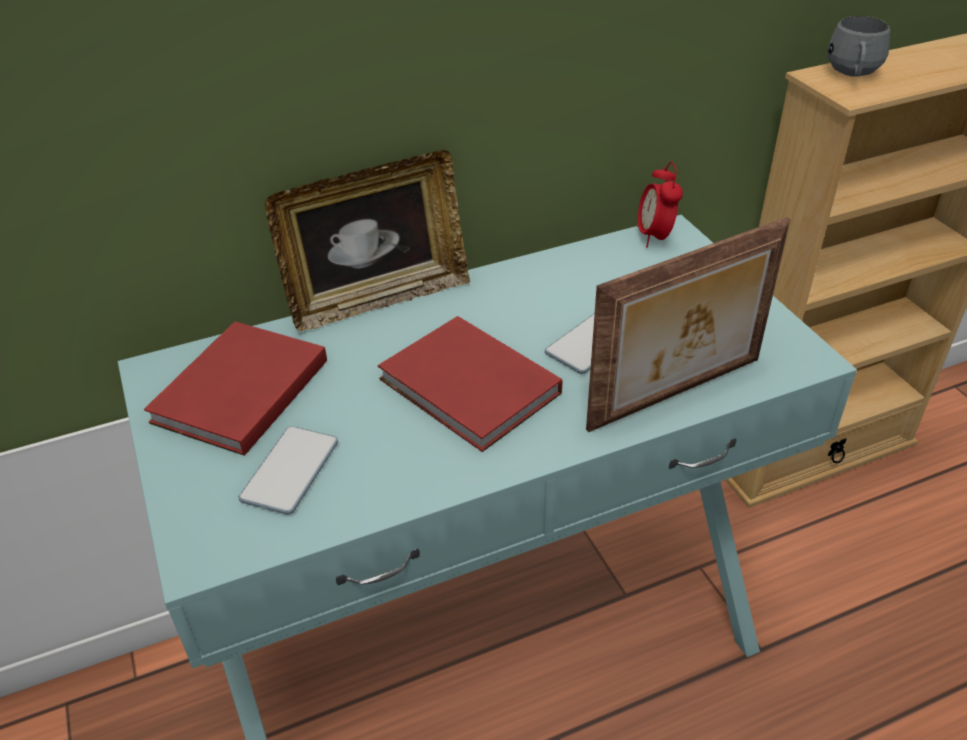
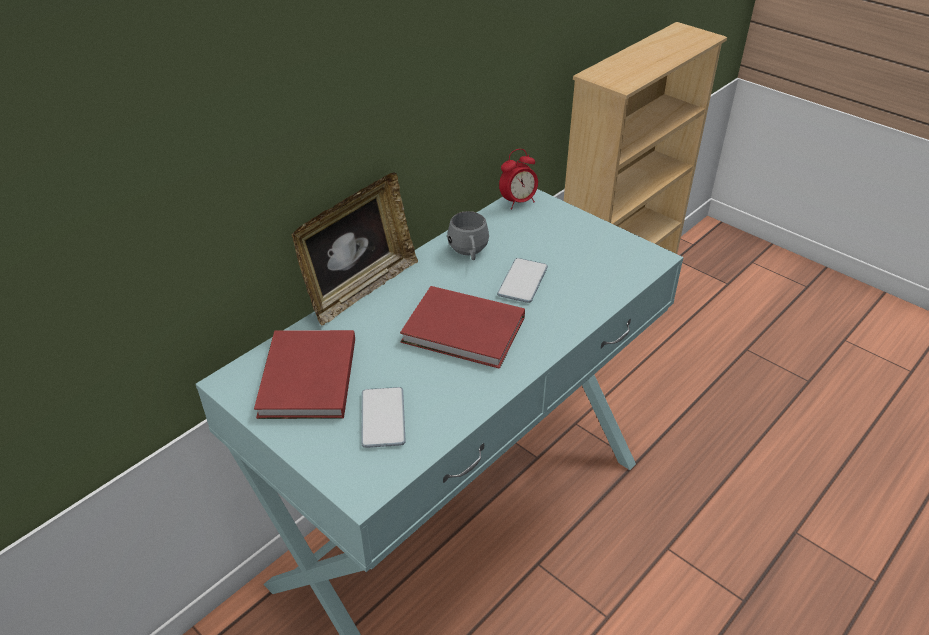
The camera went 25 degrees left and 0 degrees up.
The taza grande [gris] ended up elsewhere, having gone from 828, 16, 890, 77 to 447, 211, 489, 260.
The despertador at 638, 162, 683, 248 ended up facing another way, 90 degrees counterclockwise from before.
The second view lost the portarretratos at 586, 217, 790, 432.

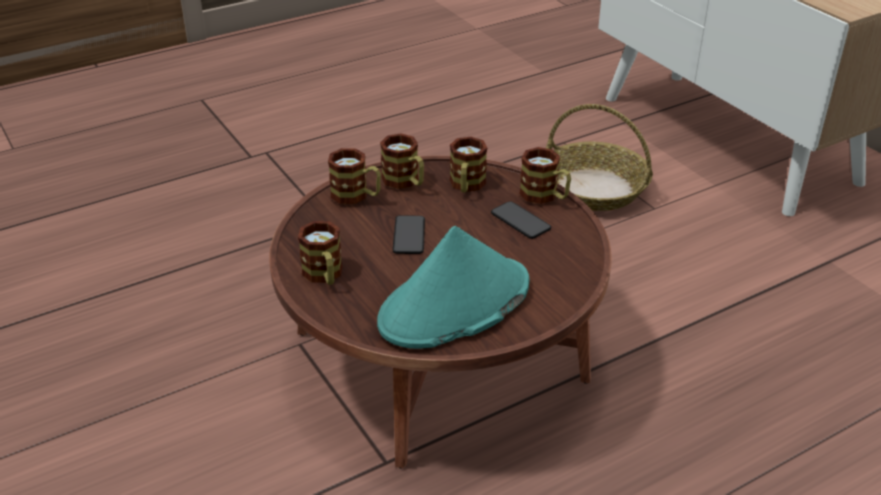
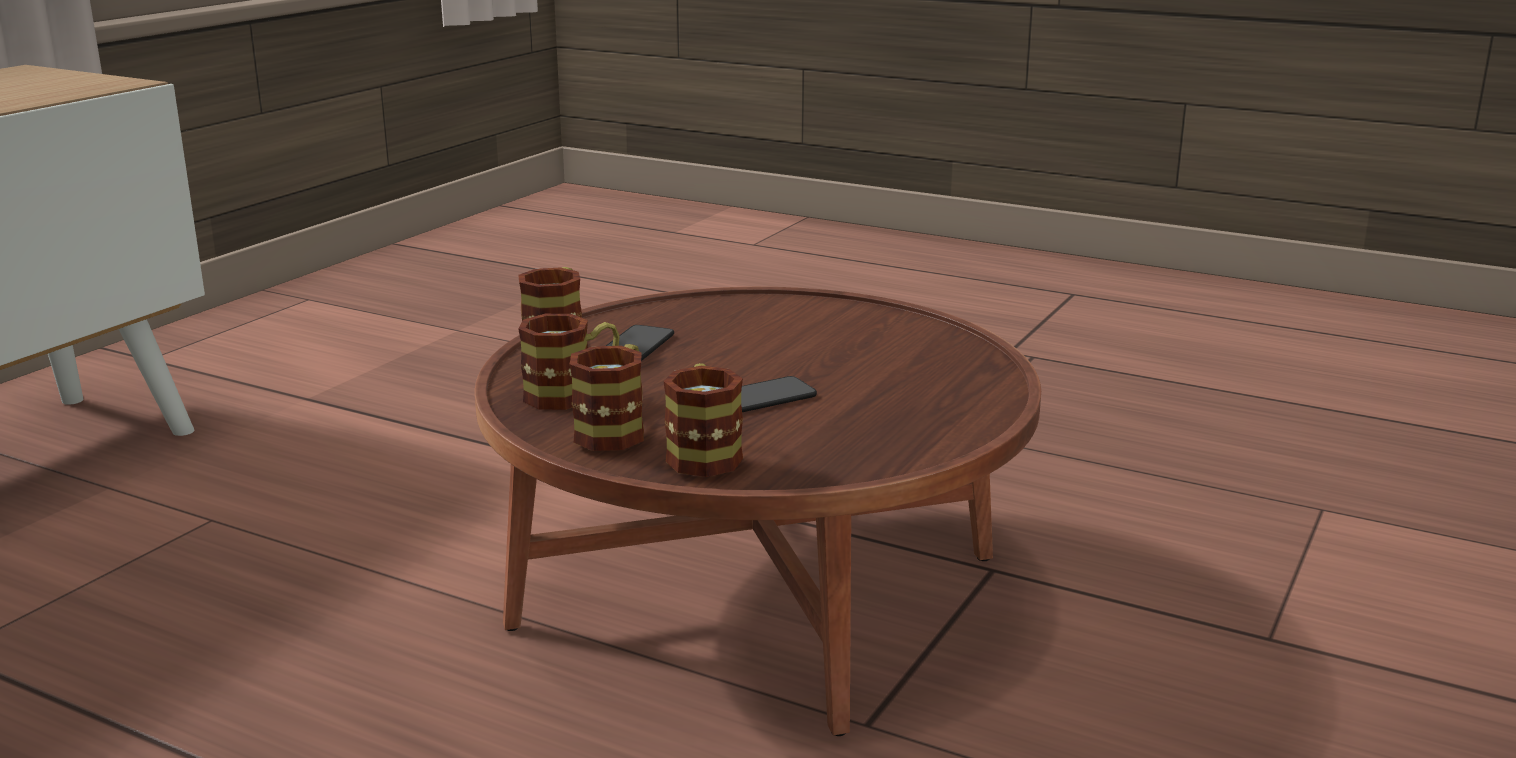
The camera went 120 degrees left and 15 degrees down.
The second view lost the taza grande at 298, 221, 343, 285.
The second view lost the sombrero [turquesa] at 377, 226, 529, 349.
The second view lost the cesta at 546, 104, 653, 211.

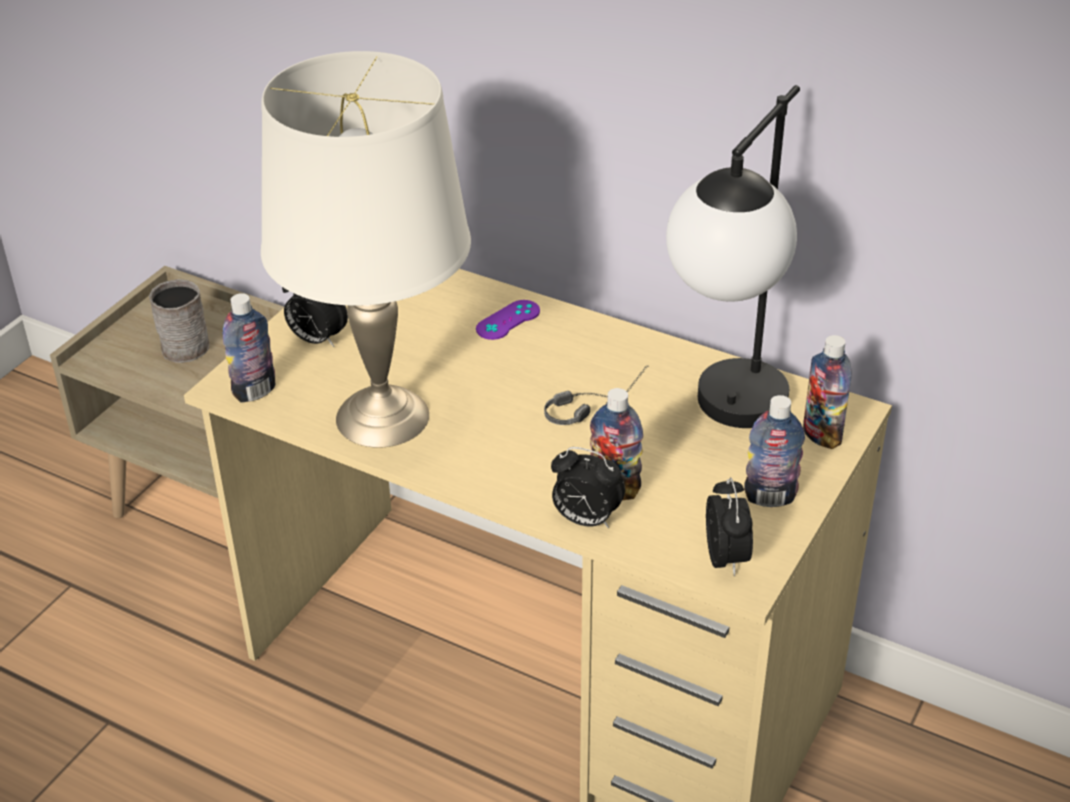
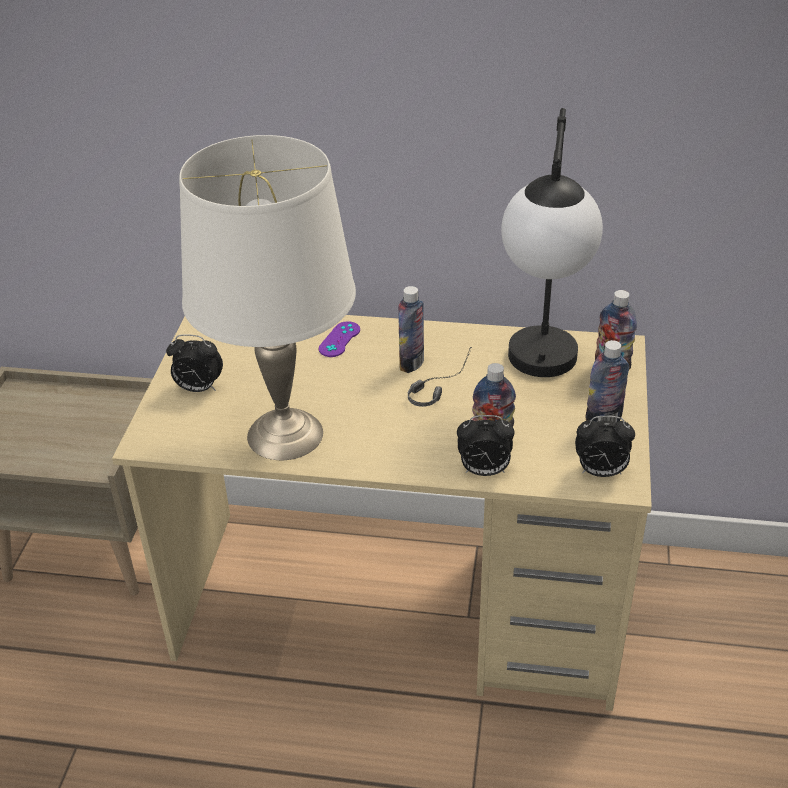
The camera went 20 degrees left and 0 degrees up.
The botella ended up elsewhere, having gone from 223, 293, 275, 403 to 398, 286, 424, 373.
The despertador at 706, 477, 753, 576 ended up facing another way, 120 degrees clockwise from before.
The second view lost the taza grande [gris] at 149, 279, 209, 363.

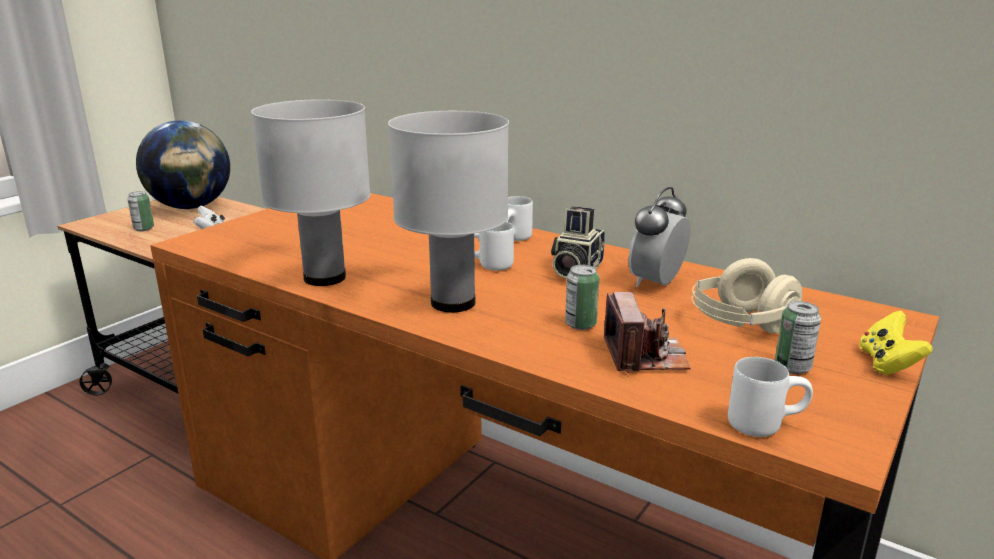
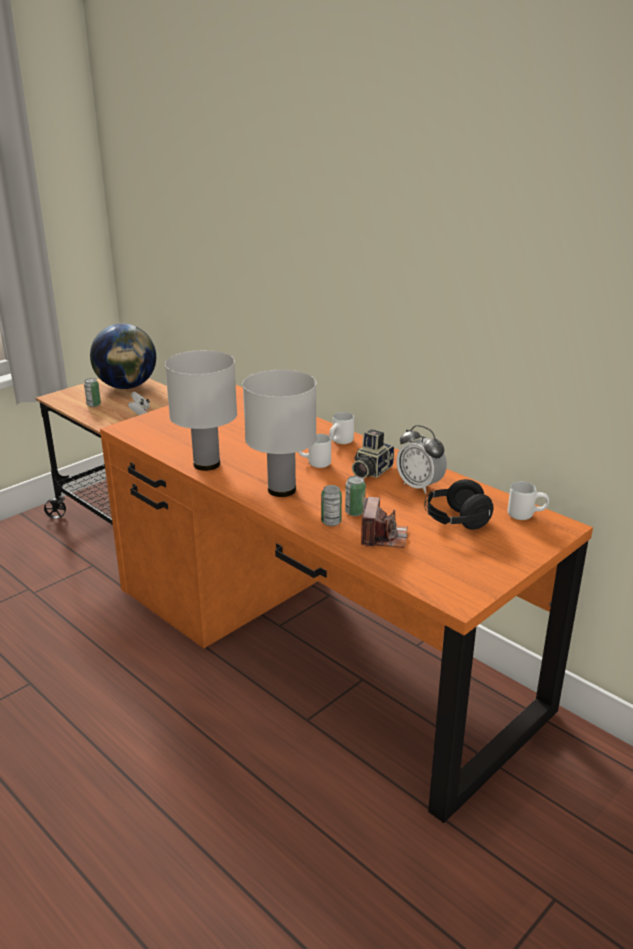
The camera went 10 degrees right and 5 degrees up.
The lata ended up elsewhere, having gone from 775, 301, 821, 374 to 321, 485, 342, 526.
The despertador at 628, 187, 690, 287 ended up facing another way, 90 degrees counterclockwise from before.
What was the auriculares [beis] at 692, 258, 802, 334 turned into the auriculares [negro] at 424, 479, 494, 530.
The taza grande [blanco] ended up elsewhere, having gone from 728, 357, 813, 437 to 508, 482, 549, 520.
The second view lost the mando de consola [amarillo] at 859, 311, 933, 375.

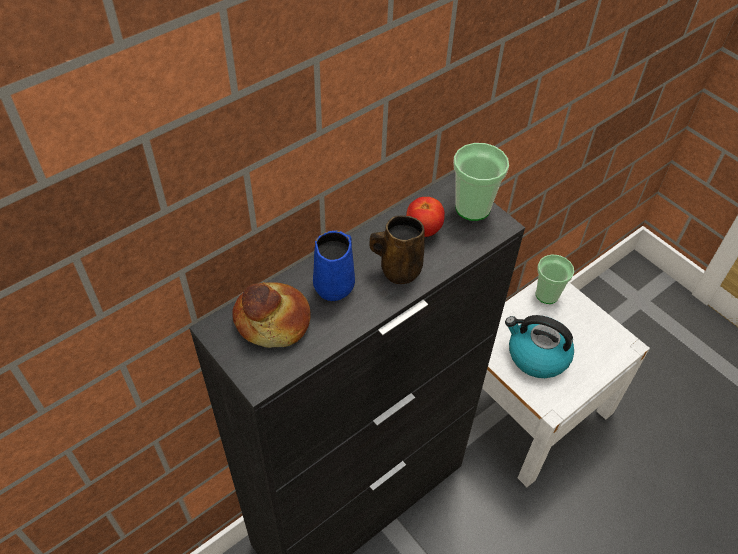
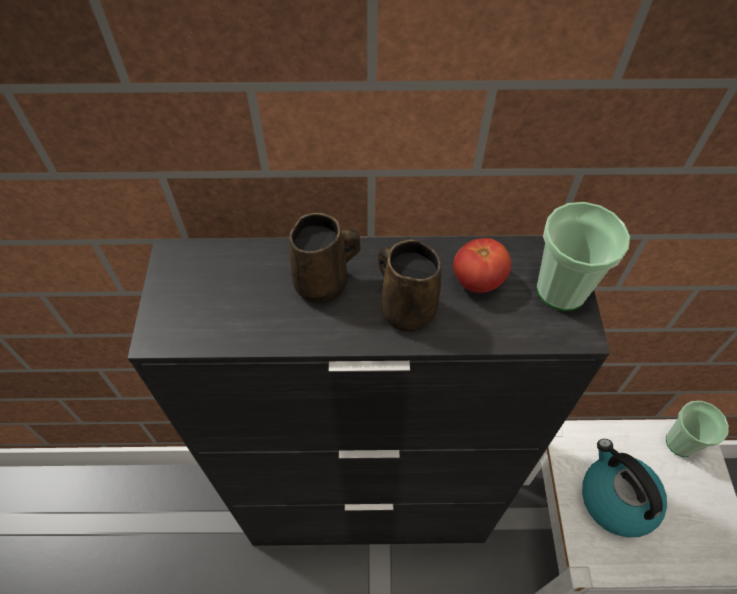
The camera went 40 degrees right and 5 degrees up.
What was the taza grande [azul] at 313, 231, 355, 301 turned into the taza grande [marrón] at 289, 213, 360, 303.
The second view lost the pan at 232, 282, 311, 348.

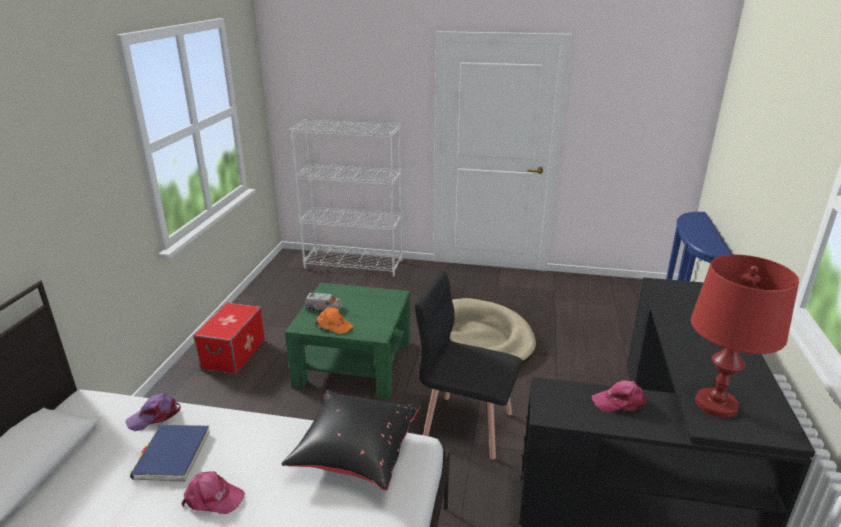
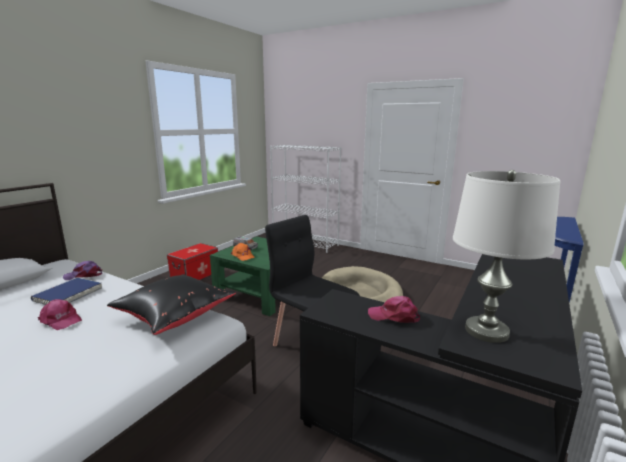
The camera went 20 degrees right and 10 degrees down.
What was the lámpara de mesa [rojo] at 691, 255, 799, 418 turned into the lámpara de mesa [blanco] at 453, 170, 560, 343.

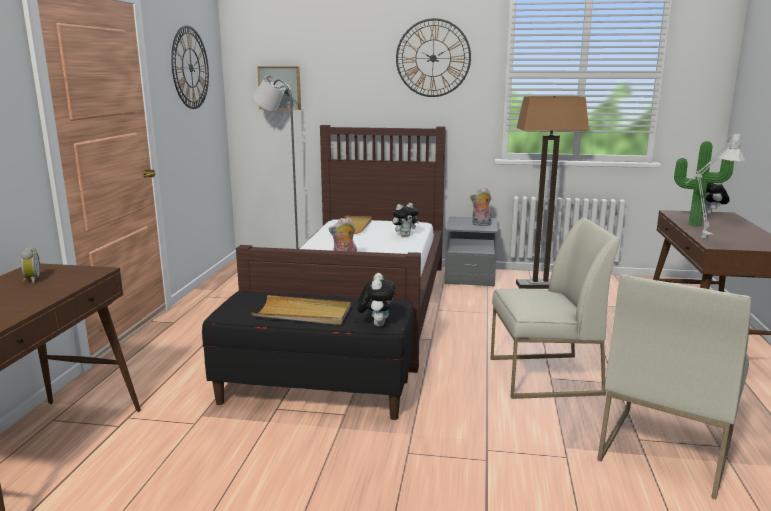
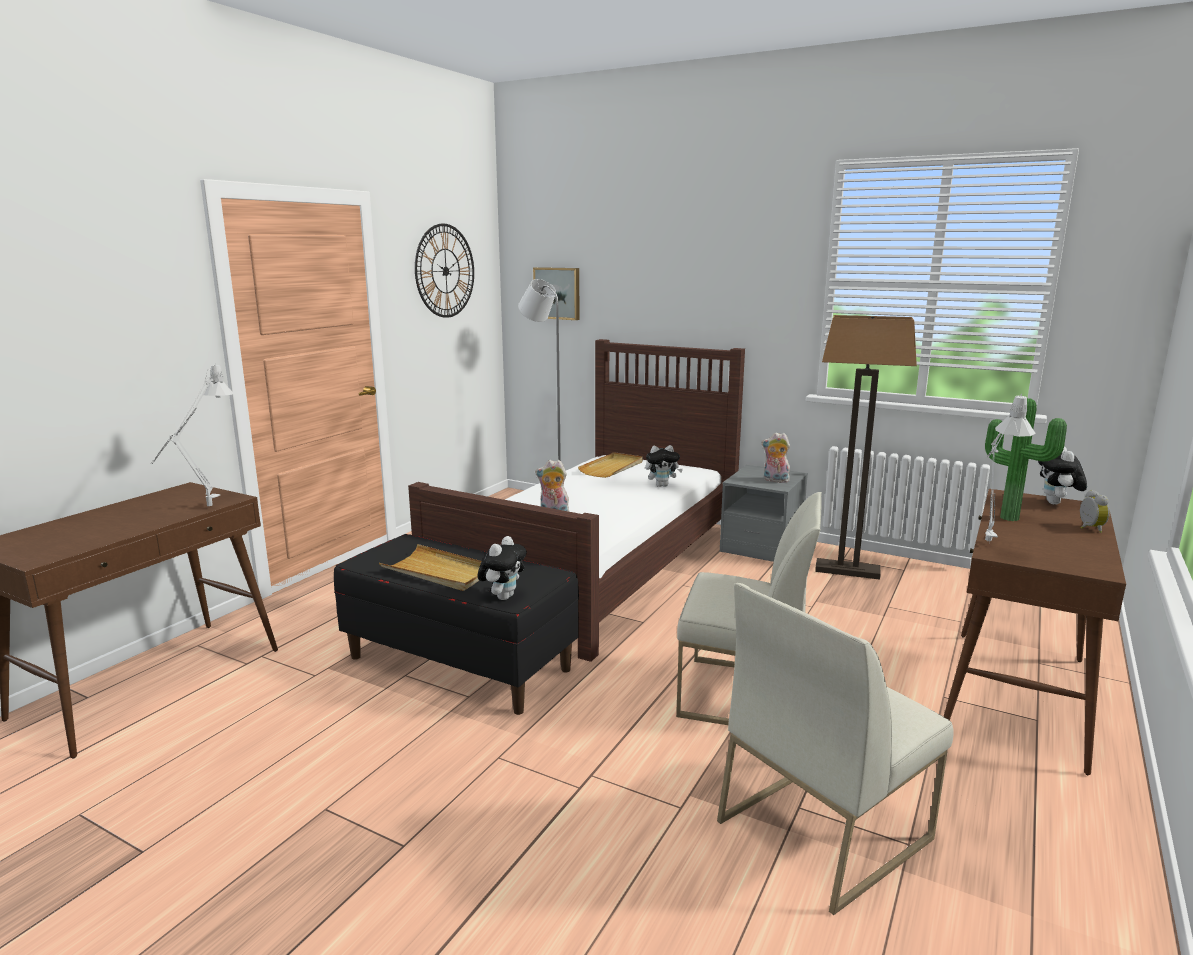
The camera went 20 degrees right and 0 degrees up.
The second view gained the lámpara de mesa [gris] at 151, 363, 234, 506.
The despertador ended up elsewhere, having gone from 21, 246, 40, 284 to 1080, 490, 1110, 533.
The second view lost the reloj de pared at 396, 18, 471, 97.

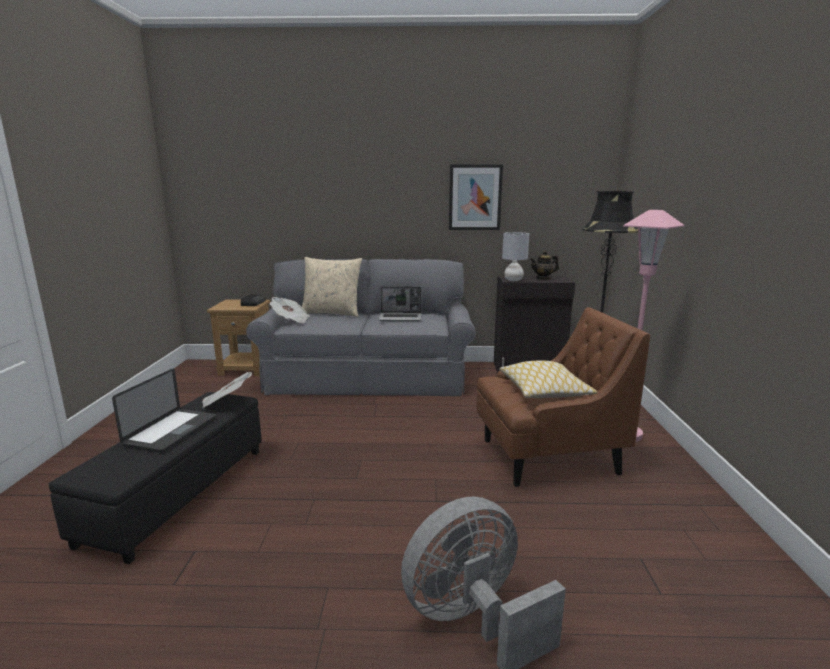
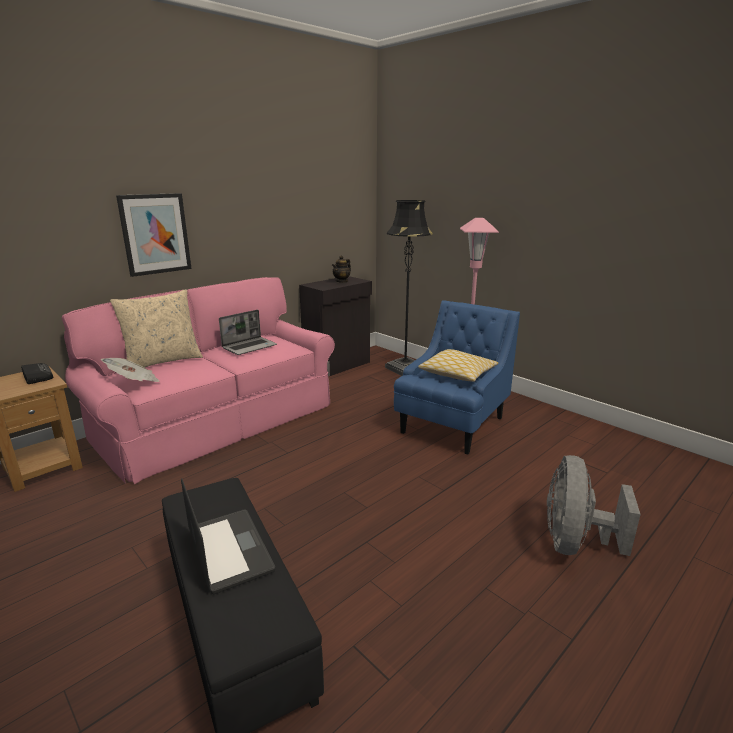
The camera went 45 degrees left and 5 degrees up.
What was the sofá [gris] at 246, 259, 476, 396 turned into the sofá [rosa] at 62, 277, 335, 484.
The cuadro ended up elsewhere, having gone from 449, 164, 503, 230 to 116, 193, 192, 277.
What was the sillón [marrón] at 477, 307, 650, 487 turned into the sillón [azul] at 394, 300, 520, 455.
The second view lost the periódico at 202, 371, 252, 408.
The second view lost the lámpara de mesa [gris] at 502, 232, 529, 281.

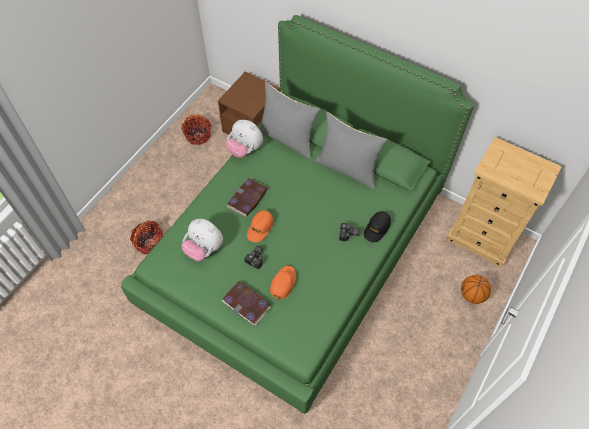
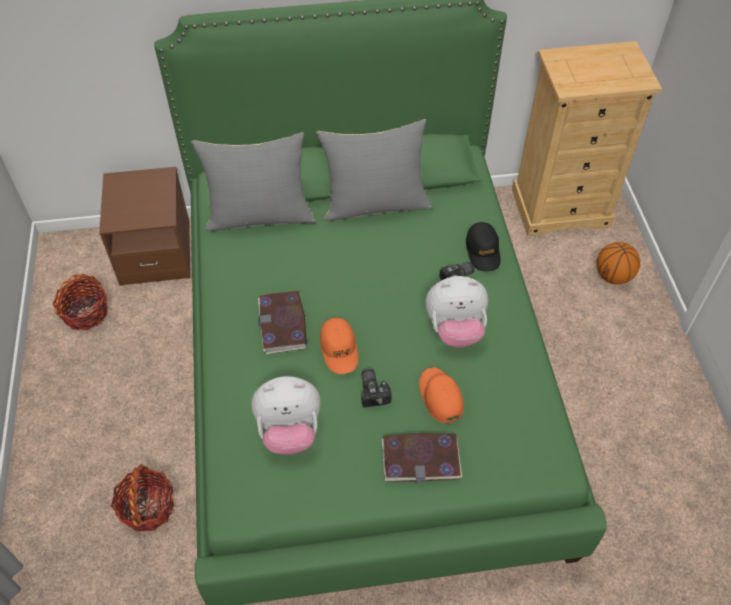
The camera went 40 degrees left and 5 degrees down.
The peluche ended up elsewhere, having gone from 226, 120, 263, 158 to 425, 276, 488, 348.

